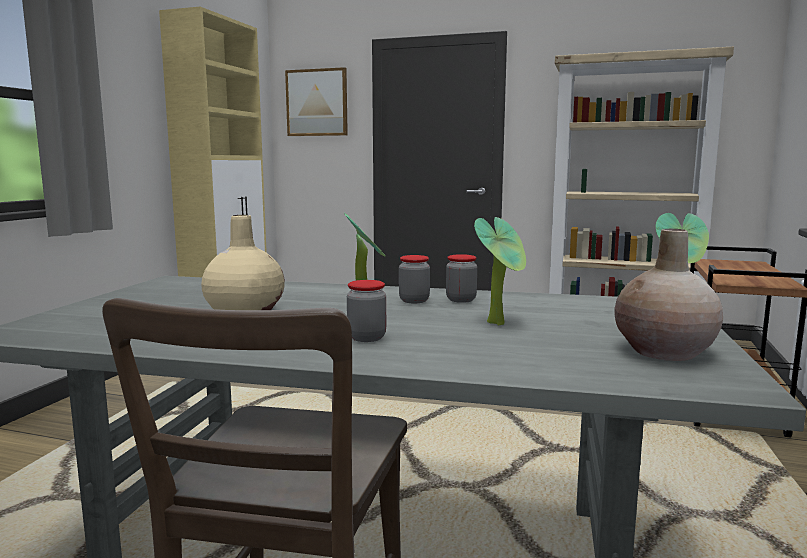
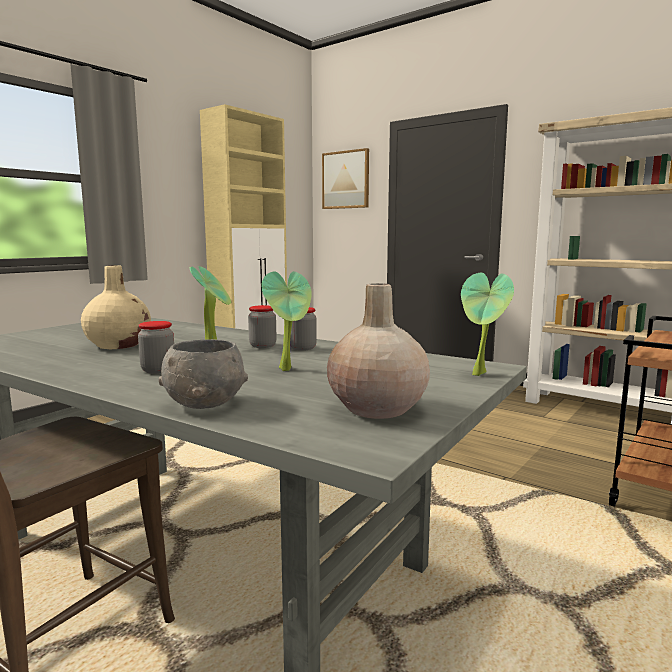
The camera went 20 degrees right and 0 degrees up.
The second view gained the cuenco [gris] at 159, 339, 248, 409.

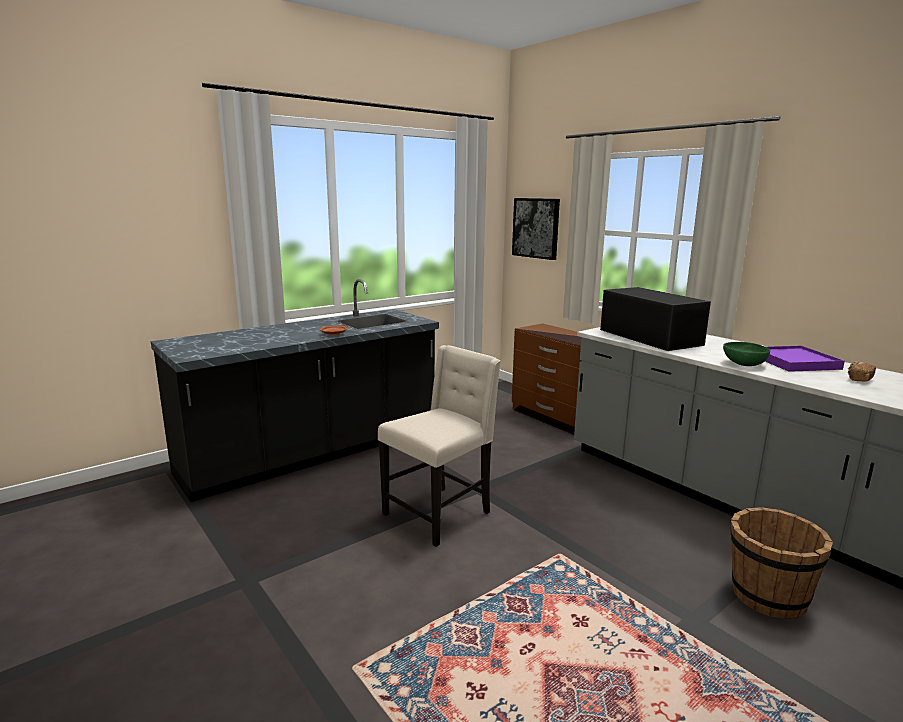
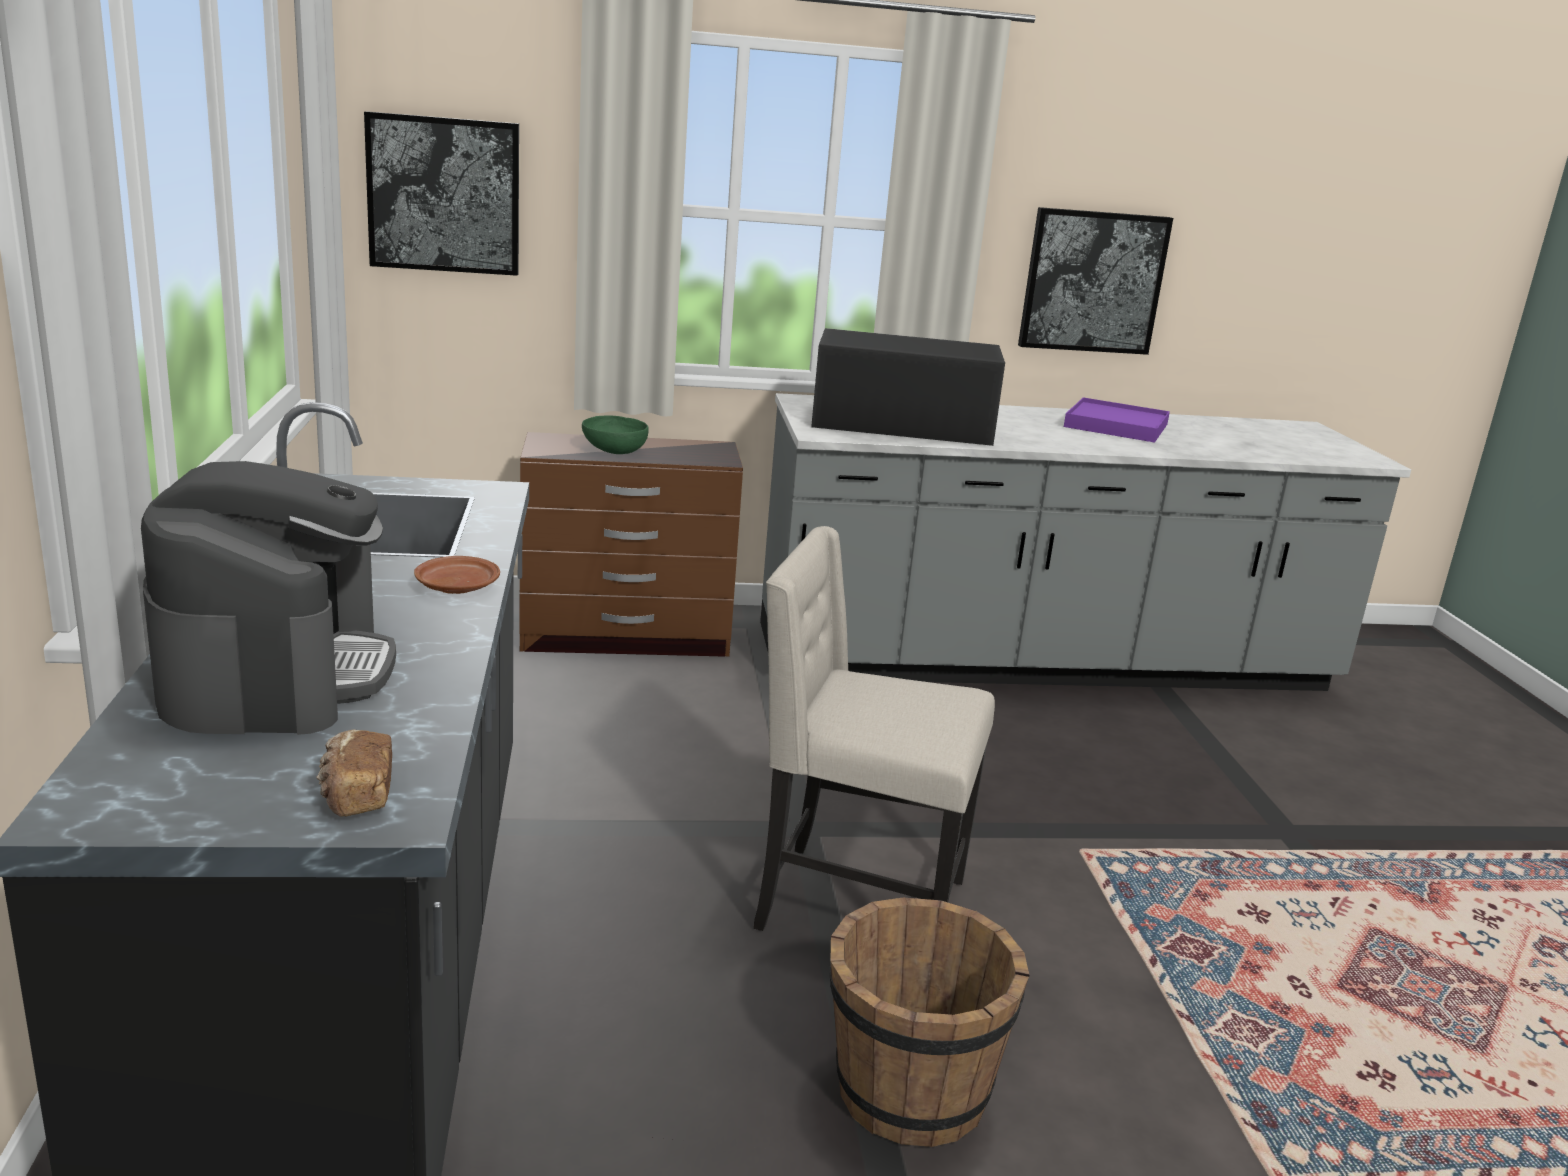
The camera went 60 degrees left and 5 degrees up.
The second view gained the cafetera at 141, 461, 396, 735.
The pan ended up elsewhere, having gone from 848, 362, 876, 382 to 316, 730, 392, 817.
The cuenco [verde] ended up elsewhere, having gone from 723, 342, 770, 366 to 582, 415, 649, 454.
The silla [beis] at 378, 345, 501, 547 ended up facing another way, 60 degrees counterclockwise from before.
The cubo [marrón] ended up elsewhere, having gone from 731, 507, 833, 619 to 829, 897, 1029, 1147.
The second view gained the cuadro at 1018, 207, 1173, 355.

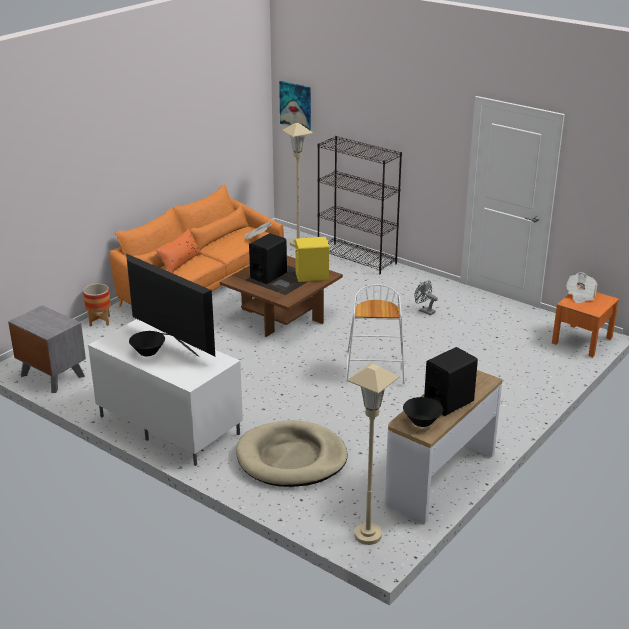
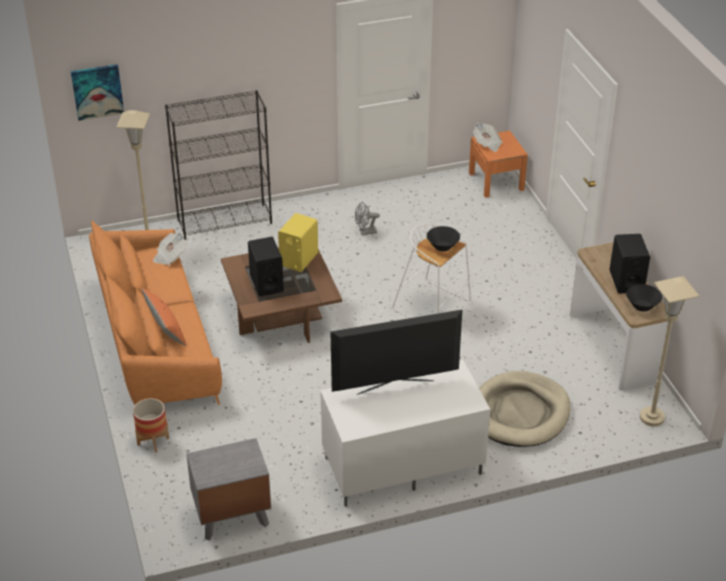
The camera went 55 degrees left and 10 degrees up.
The cuenco [negro] ended up elsewhere, having gone from 129, 331, 165, 356 to 427, 226, 460, 252.

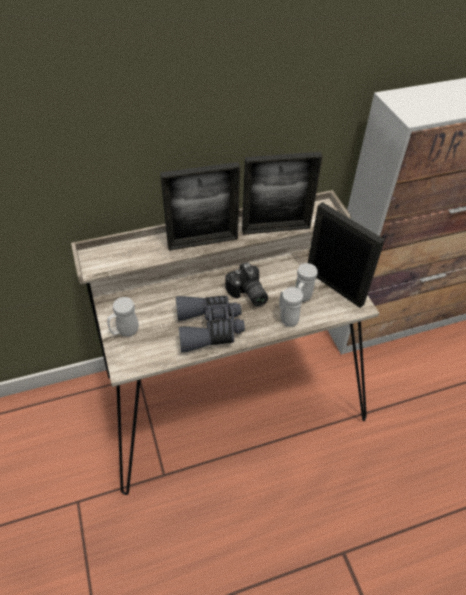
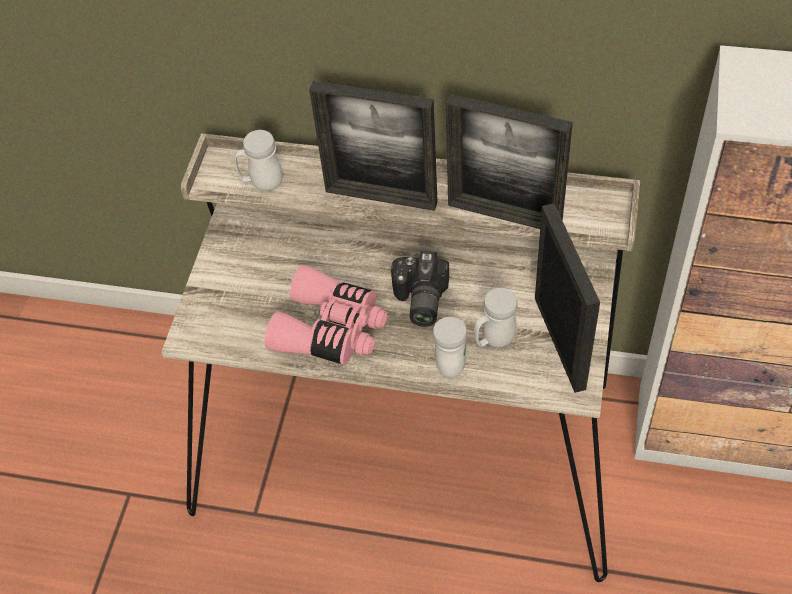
The camera went 35 degrees right and 5 degrees up.
The taza grande [blanco] ended up elsewhere, having gone from 107, 297, 139, 337 to 234, 130, 283, 191.
What was the prismáticos [gris] at 176, 296, 245, 353 turned into the prismáticos [rosa] at 264, 265, 387, 365.

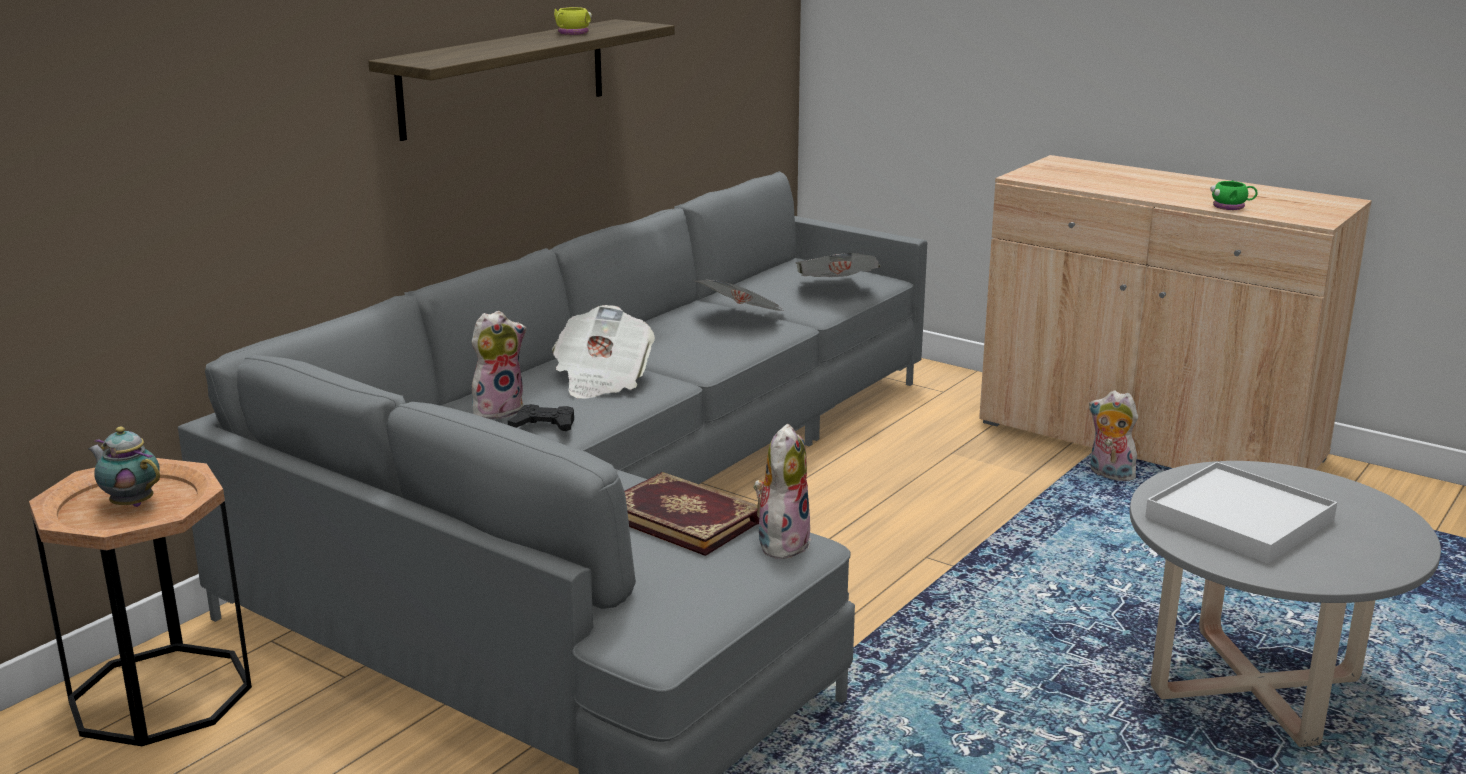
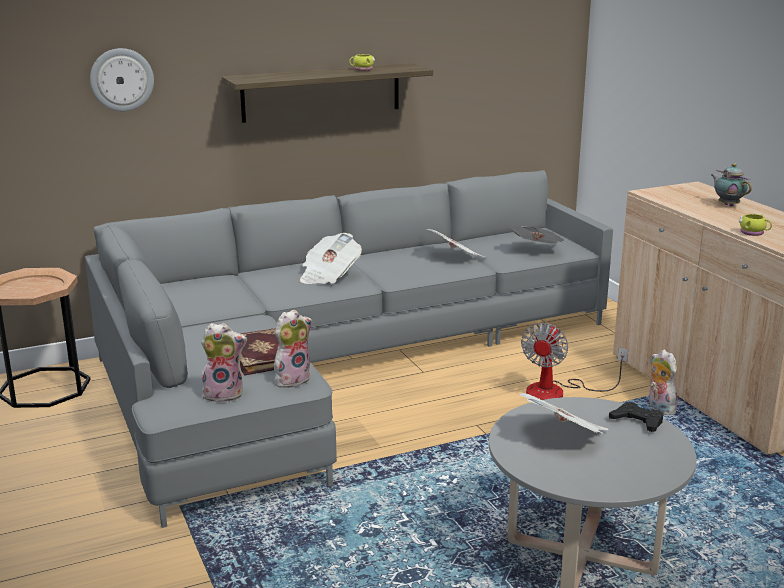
The camera went 30 degrees right and 0 degrees up.
The second view gained the reloj de pared at 90, 48, 154, 111.
The peluche ended up elsewhere, having gone from 471, 311, 526, 419 to 200, 323, 247, 403.
Where the bandeja [blanco] stood at 1145, 462, 1337, 564, the periódico came to stand at 519, 393, 609, 434.
The second view gained the ventilador at 521, 323, 628, 400.
The mando de consola [negro] ended up elsewhere, having gone from 508, 404, 574, 431 to 609, 402, 663, 432.
The tetera ended up elsewhere, having gone from 88, 427, 160, 507 to 711, 163, 752, 207.
What was the taza grande [verde] at 1210, 180, 1258, 210 turned into the taza grande [amarillo] at 739, 214, 772, 236.

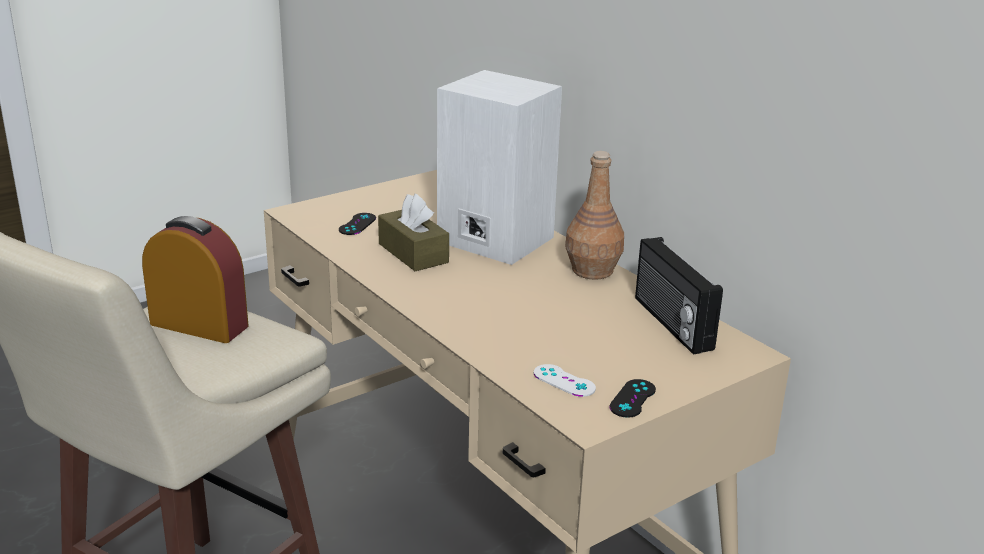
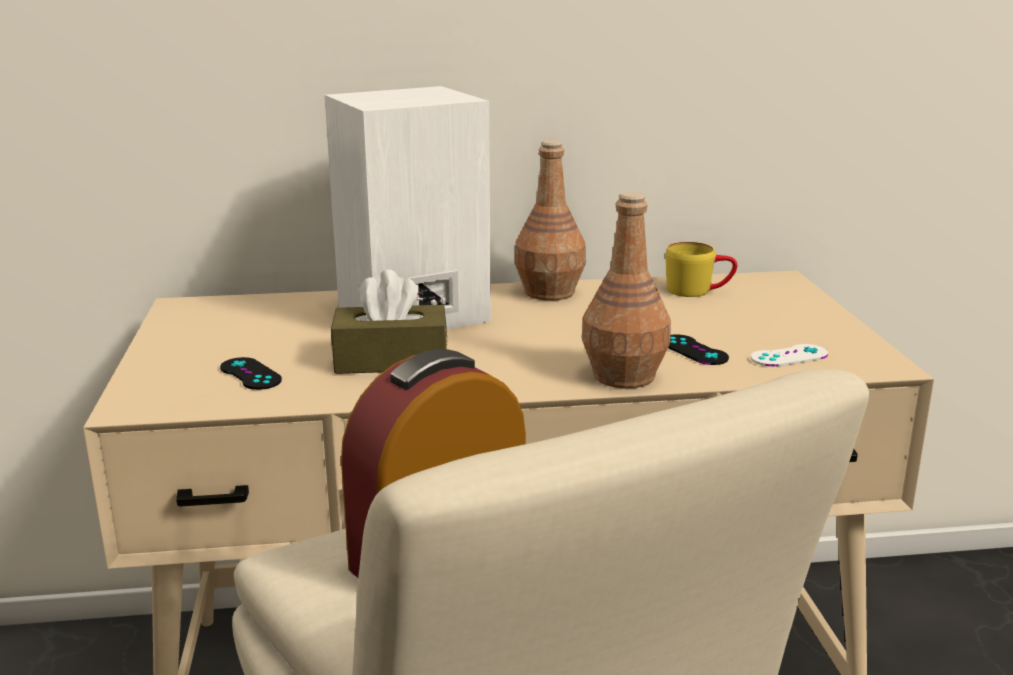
The camera went 60 degrees left and 5 degrees down.
The second view gained the botella [marrón] at 581, 191, 671, 388.
Where the radio stood at 635, 237, 723, 355, the taza grande [amarillo] came to stand at 666, 242, 737, 297.
The mando de consola [negro] ended up elsewhere, having gone from 609, 379, 656, 418 to 668, 334, 729, 365.

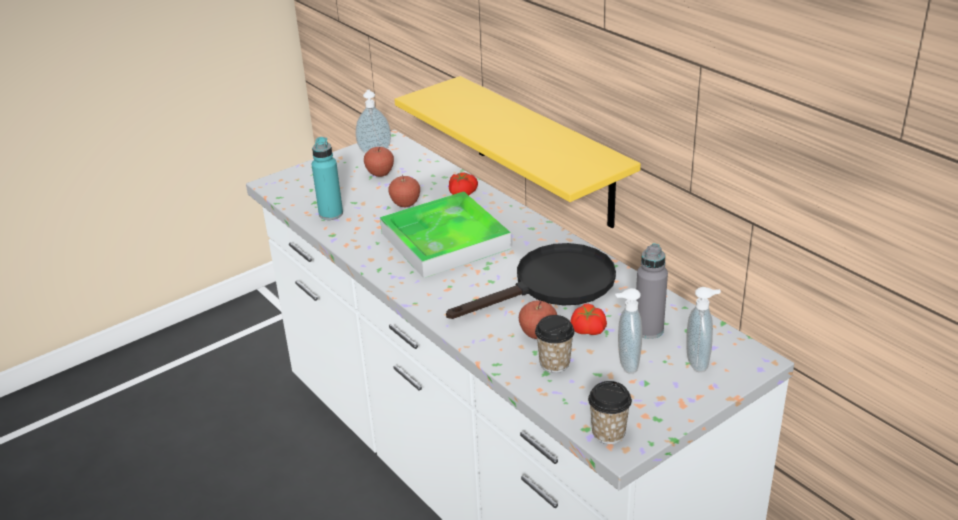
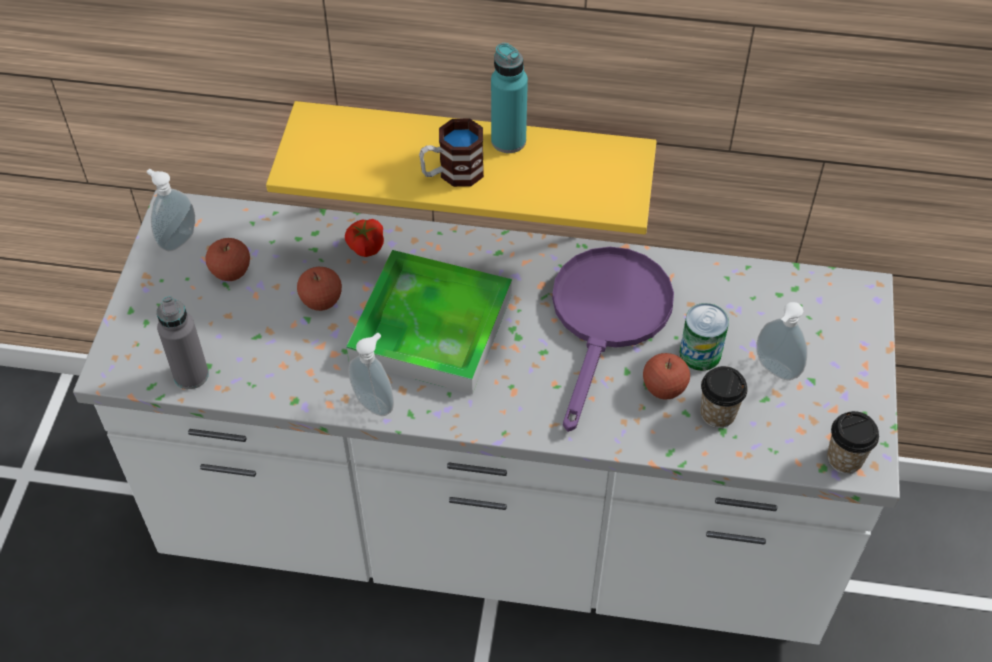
The camera went 45 degrees left and 20 degrees up.
The botella [gris] ended up elsewhere, having gone from 636, 243, 668, 339 to 157, 296, 209, 389.
The dispensador de jabón ended up elsewhere, having gone from 686, 287, 721, 372 to 348, 333, 394, 416.
The second view gained the taza grande at 419, 119, 484, 187.
The botella [turquesa] ended up elsewhere, having gone from 312, 137, 343, 220 to 491, 43, 528, 153.
What was the sartén [negro] at 446, 243, 616, 319 turned into the sartén [morado] at 552, 247, 674, 432.
Where the tomate stood at 571, 304, 607, 335, the lata came to stand at 679, 303, 729, 371.

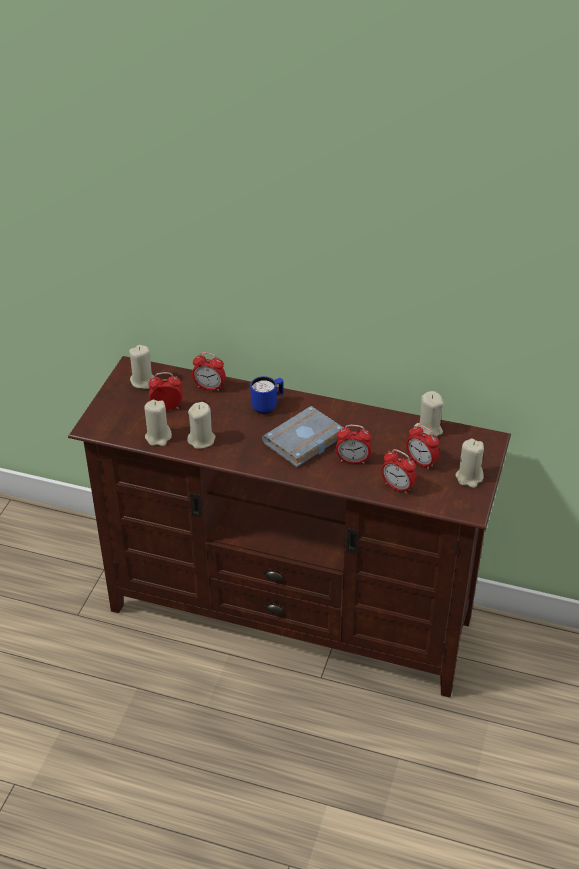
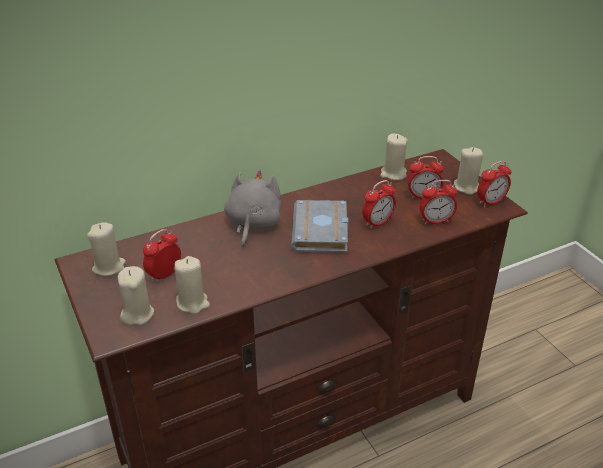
The camera went 45 degrees left and 5 degrees down.
The vela [beis] ended up elsewhere, having gone from 187, 402, 215, 449 to 118, 266, 154, 325.
Where the taza grande [azul] stood at 250, 376, 284, 414, the peluche [gris] came to stand at 224, 170, 281, 247.
The despertador ended up elsewhere, having gone from 192, 352, 225, 391 to 477, 161, 512, 207.

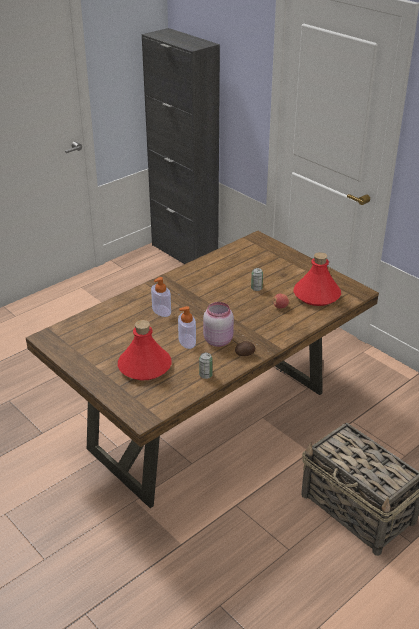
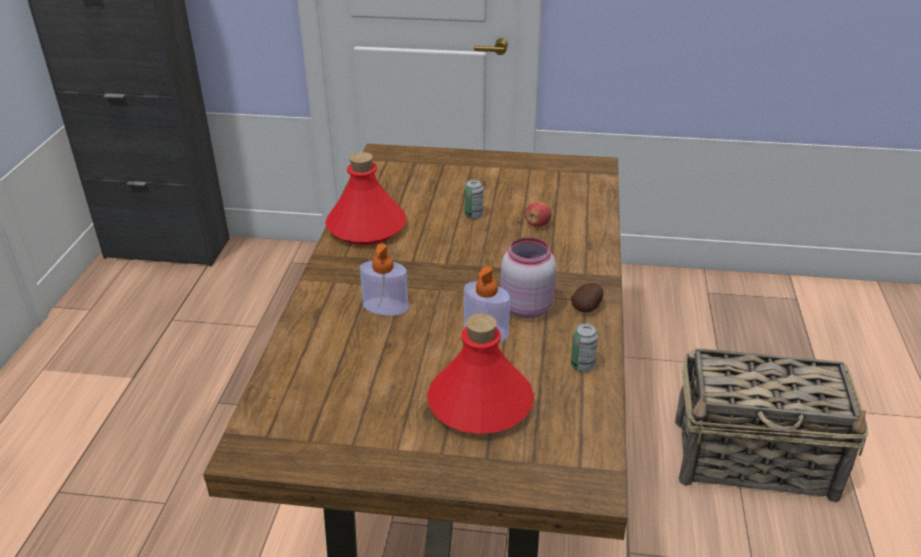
The camera went 40 degrees left and 0 degrees up.
The botella [rojo] ended up elsewhere, having gone from 294, 252, 341, 306 to 325, 152, 407, 245.

